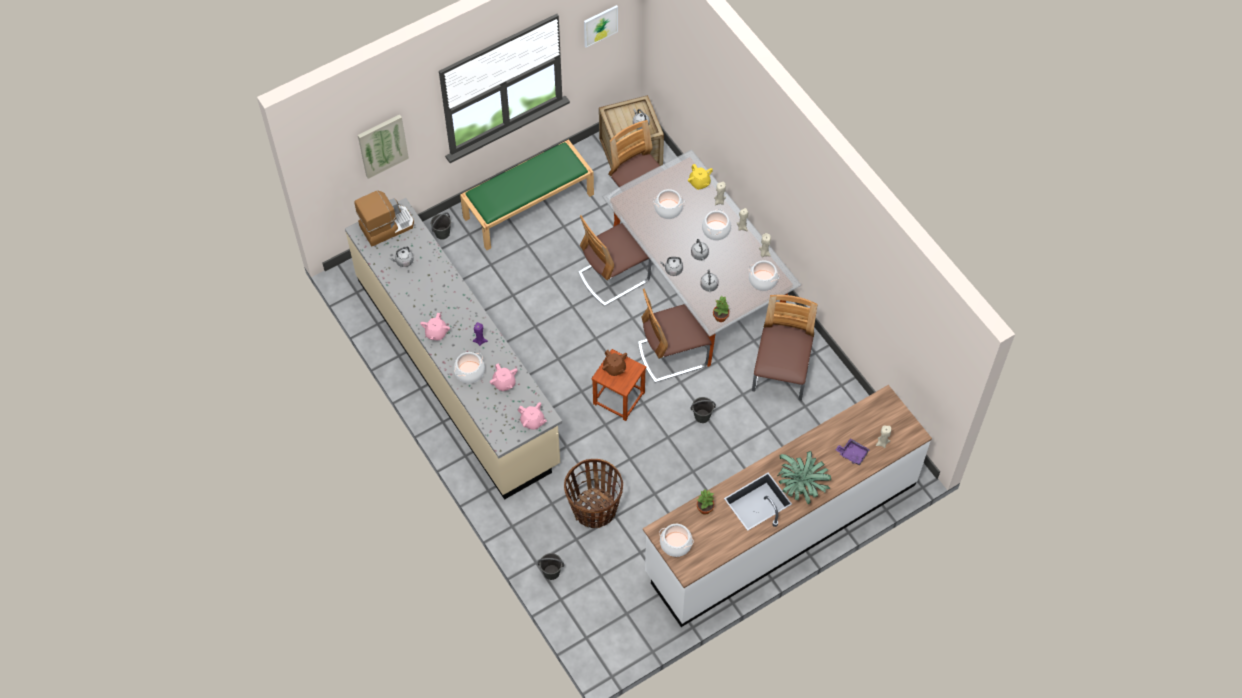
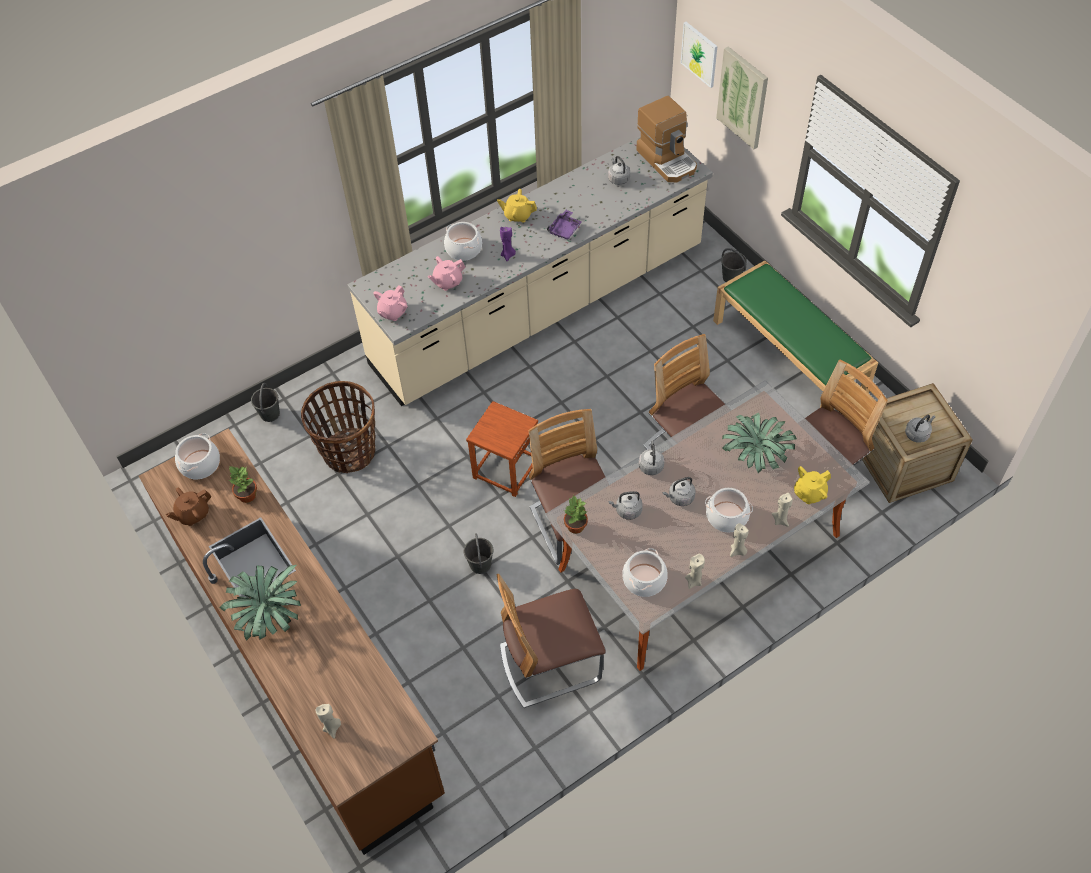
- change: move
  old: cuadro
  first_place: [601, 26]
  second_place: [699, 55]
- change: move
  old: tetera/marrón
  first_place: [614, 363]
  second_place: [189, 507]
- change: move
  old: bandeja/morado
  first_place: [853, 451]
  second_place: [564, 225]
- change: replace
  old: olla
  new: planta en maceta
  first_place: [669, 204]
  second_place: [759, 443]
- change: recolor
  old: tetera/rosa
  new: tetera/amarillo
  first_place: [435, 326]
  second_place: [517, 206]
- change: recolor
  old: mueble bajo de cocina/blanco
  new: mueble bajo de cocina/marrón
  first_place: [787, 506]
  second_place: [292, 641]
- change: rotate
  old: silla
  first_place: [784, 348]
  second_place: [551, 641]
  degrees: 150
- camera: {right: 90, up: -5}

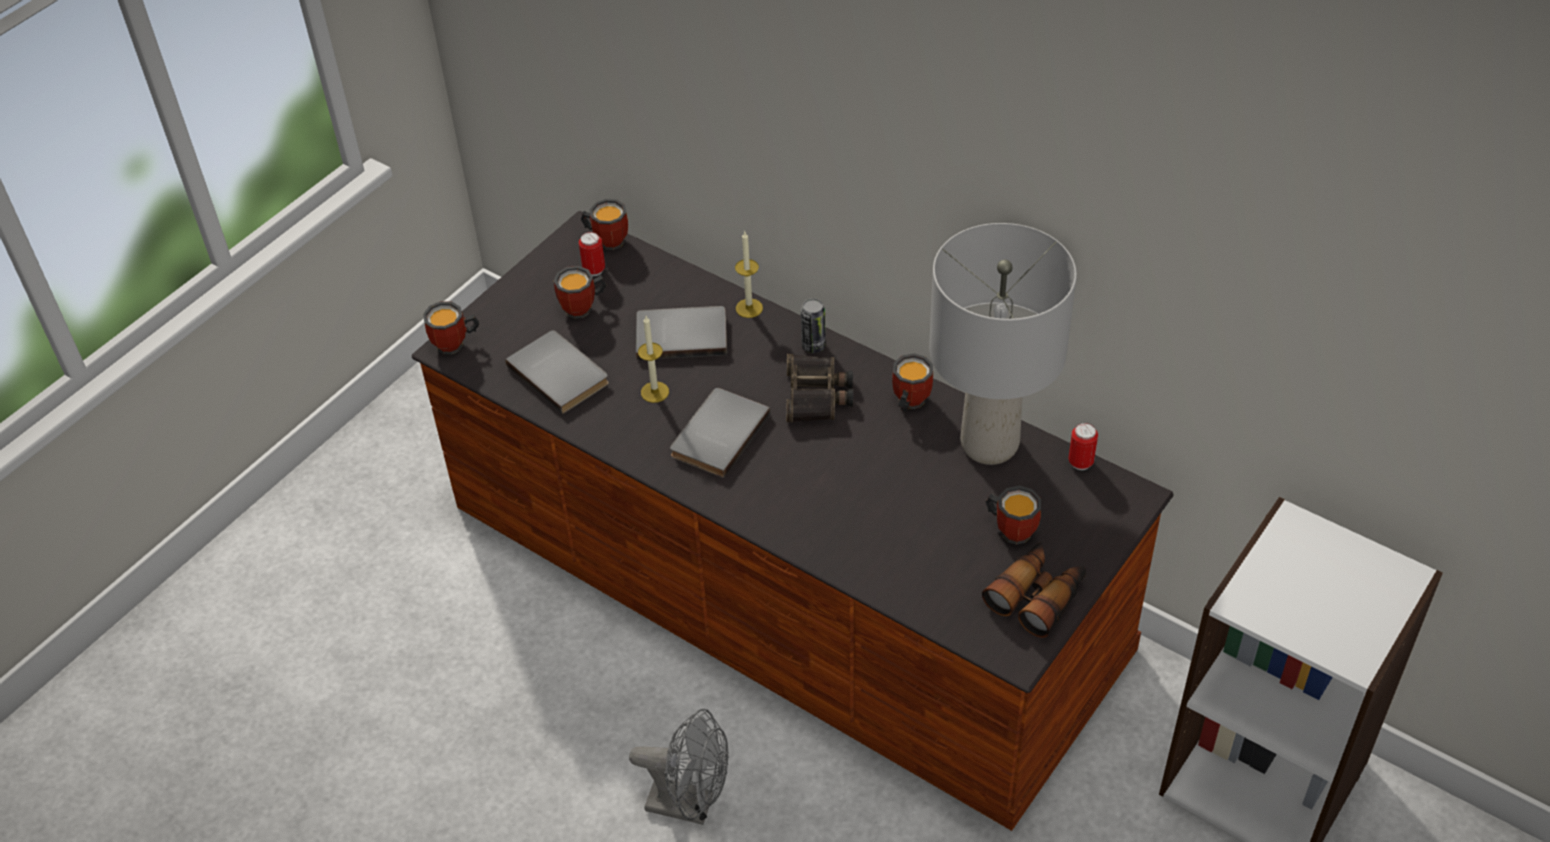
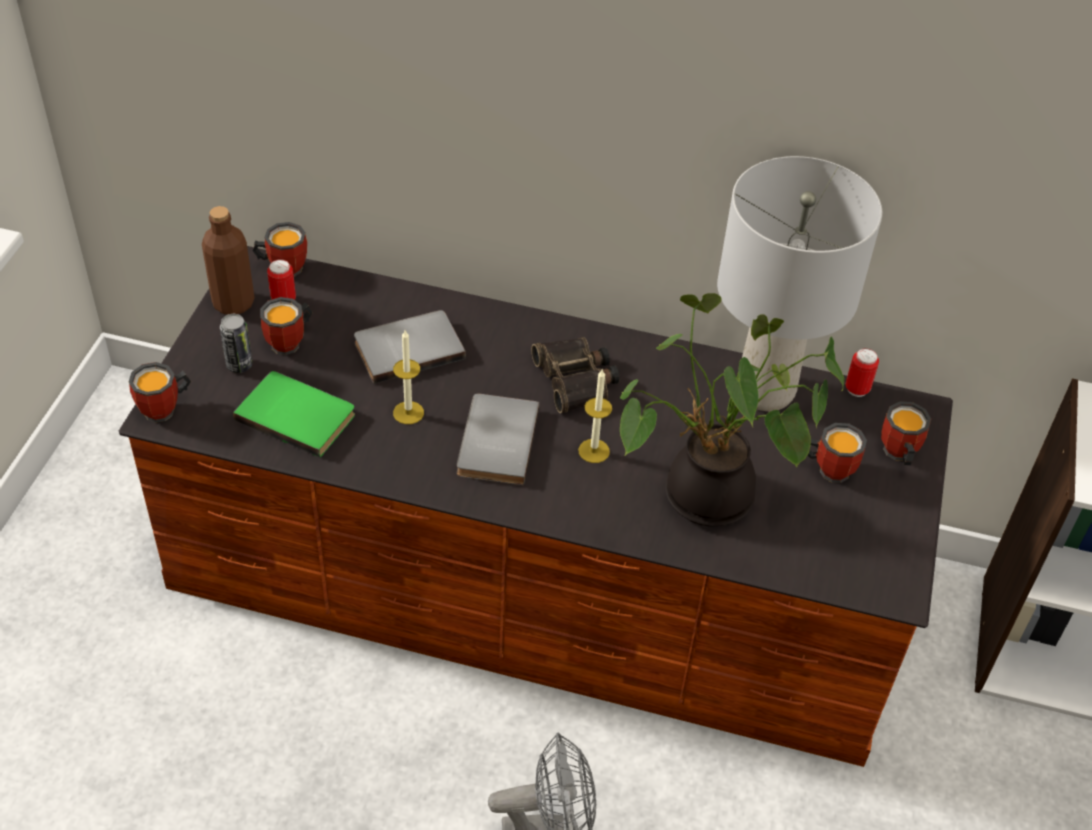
- change: delete
  old: prismáticos
  first_place: [1034, 590]
- change: insert
  new: botella/marrón
  second_place: [228, 260]
- change: insert
  new: planta en maceta
  second_place: [732, 410]
- change: move
  old: vela
  first_place: [749, 275]
  second_place: [595, 416]
- change: move
  old: lata
  first_place: [813, 325]
  second_place: [236, 343]
- change: move
  old: taza grande
  first_place: [912, 382]
  second_place: [906, 433]
- change: recolor
  old: libro/gris
  new: libro/verde
  first_place: [557, 372]
  second_place: [294, 414]
- camera: {right: -25, up: 0}

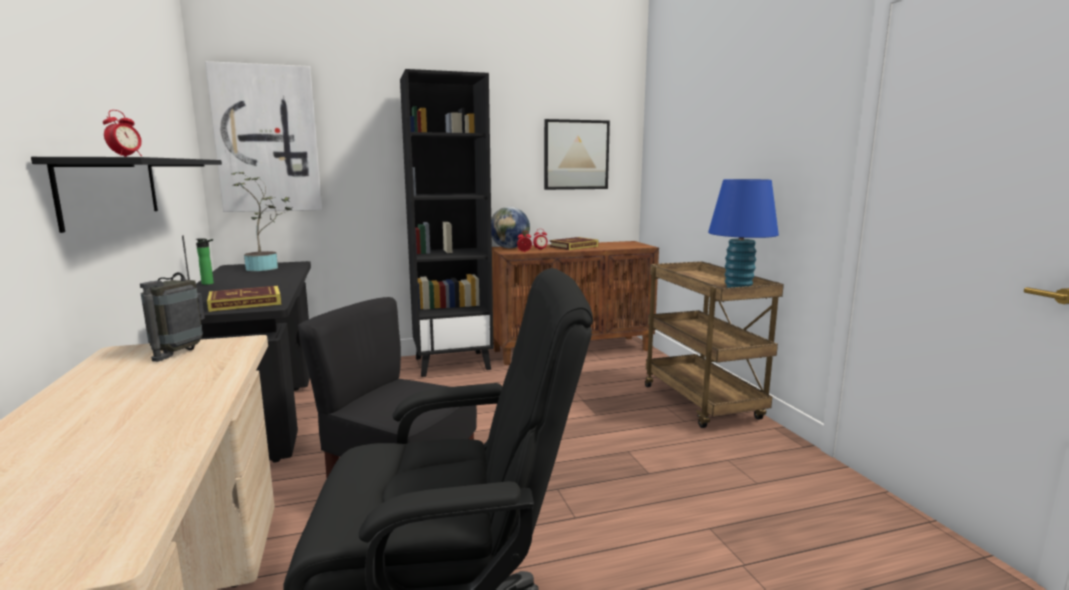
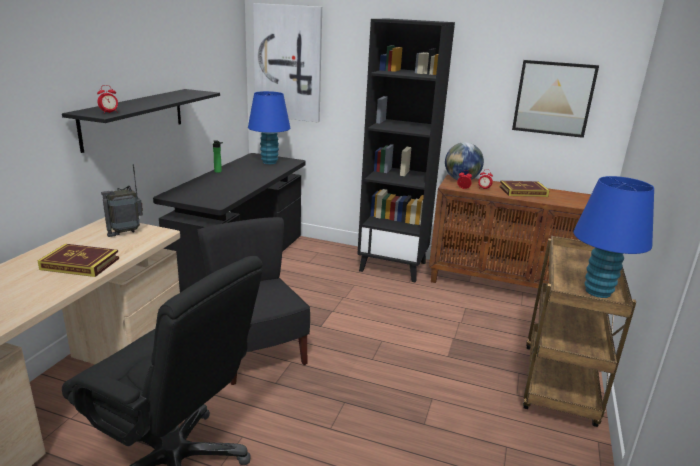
- change: move
  old: libro
  first_place: [244, 299]
  second_place: [78, 260]
- change: replace
  old: planta en maceta
  new: lámpara de mesa/azul
  first_place: [262, 221]
  second_place: [269, 127]
- camera: {right: 35, up: 10}

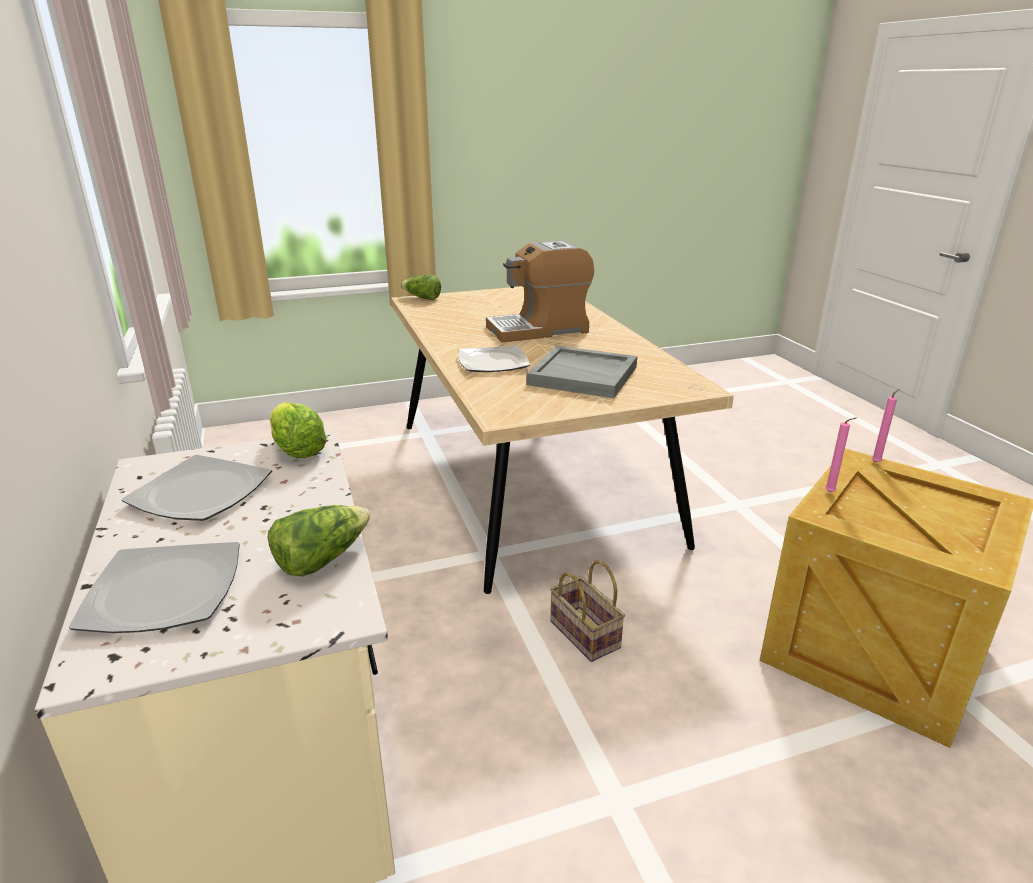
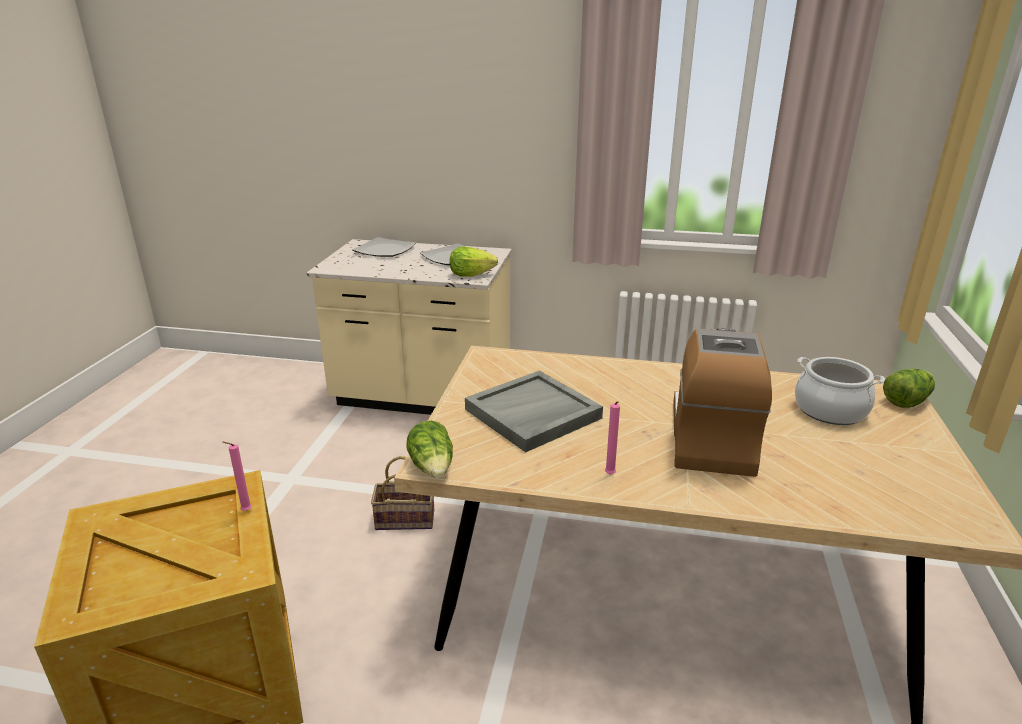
- change: delete
  old: plato
  first_place: [494, 358]
- change: insert
  new: olla
  second_place: [840, 391]
- change: move
  old: lechuga
  first_place: [319, 540]
  second_place: [429, 449]
- change: move
  old: vela/rosa
  first_place: [886, 426]
  second_place: [612, 438]
- camera: {right: 120, up: 0}

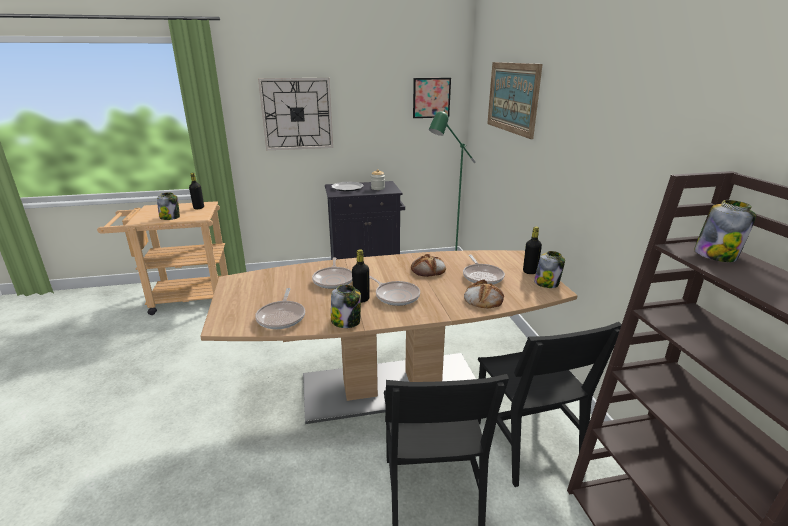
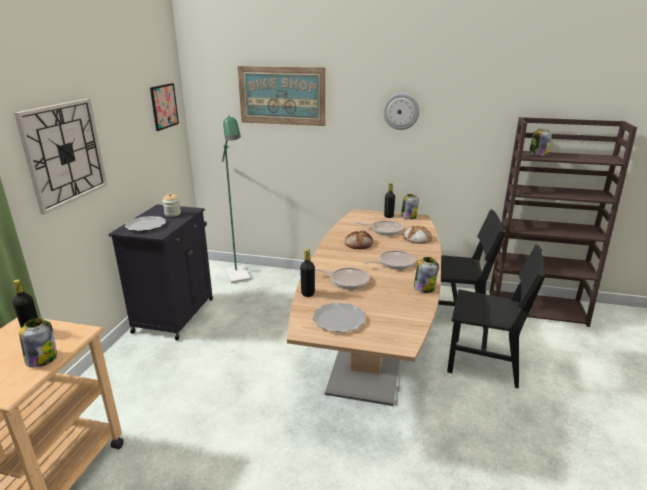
- change: delete
  old: sartén
  first_place: [280, 308]
- change: insert
  new: plato
  second_place: [339, 317]
- change: insert
  new: reloj de pared
  second_place: [401, 111]
- change: move
  old: botella/negro
  first_place: [361, 276]
  second_place: [307, 273]
- camera: {right: -65, up: 0}

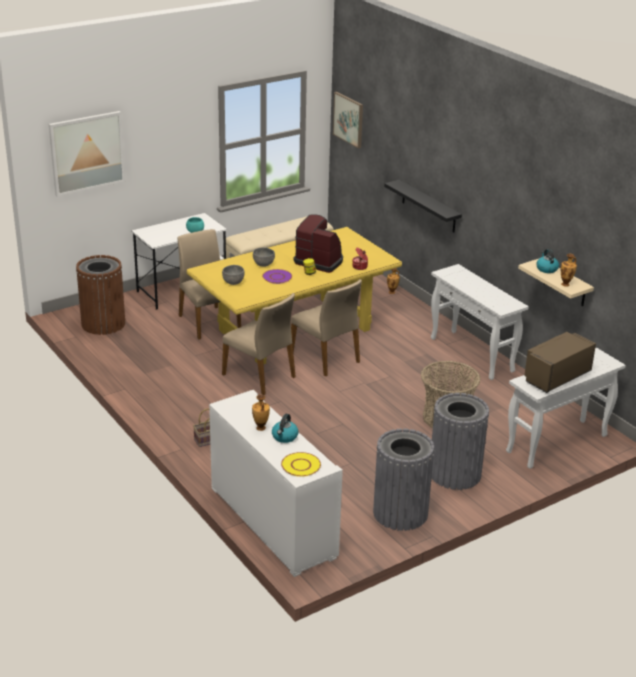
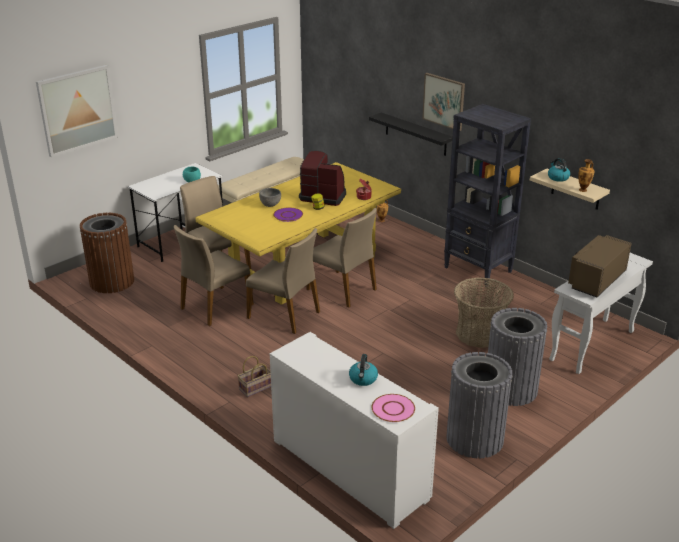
- change: delete
  old: cuenco/gris
  first_place: [233, 275]
- change: delete
  old: florero
  first_place: [261, 413]
- change: insert
  new: silla/beis
  second_place: [214, 275]
- change: move
  old: cuadro
  first_place: [348, 120]
  second_place: [443, 102]
- change: replace
  old: mesa consola/blanco
  new: estantería/negro
  first_place: [480, 322]
  second_place: [487, 195]
- change: recolor
  old: plato/amarillo
  new: plato/rosa
  first_place: [301, 464]
  second_place: [393, 408]
- camera: {right: -10, up: 0}

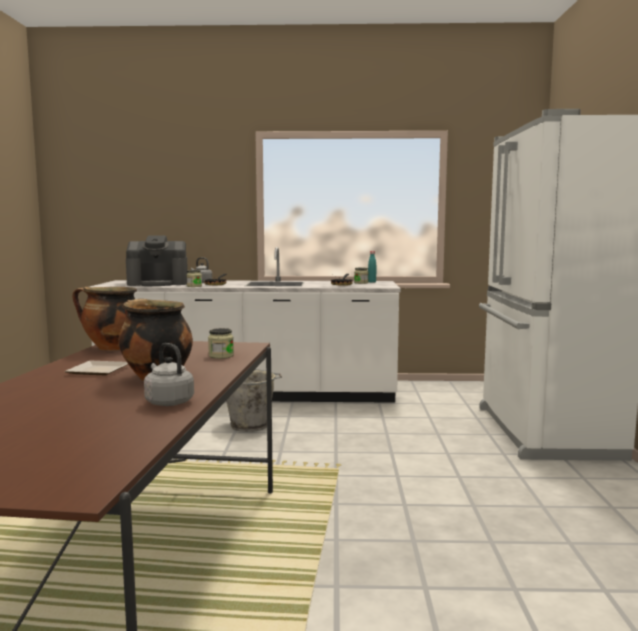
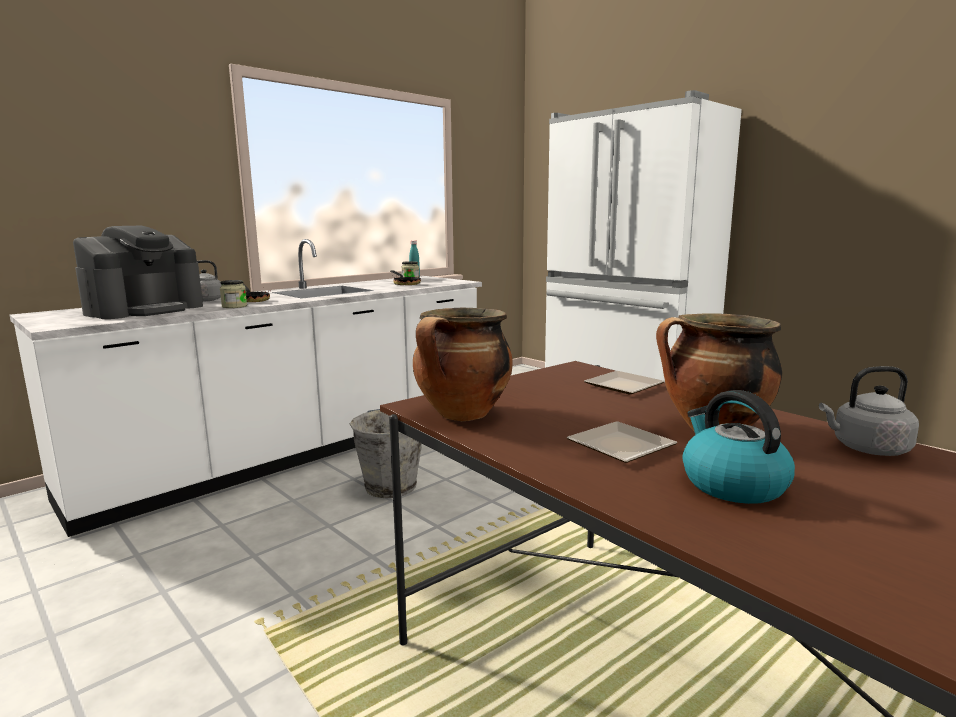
- change: insert
  new: hervidor
  second_place: [739, 447]
- change: replace
  old: tarro
  new: plato
  first_place: [221, 343]
  second_place: [624, 383]
- camera: {right: -45, up: 5}

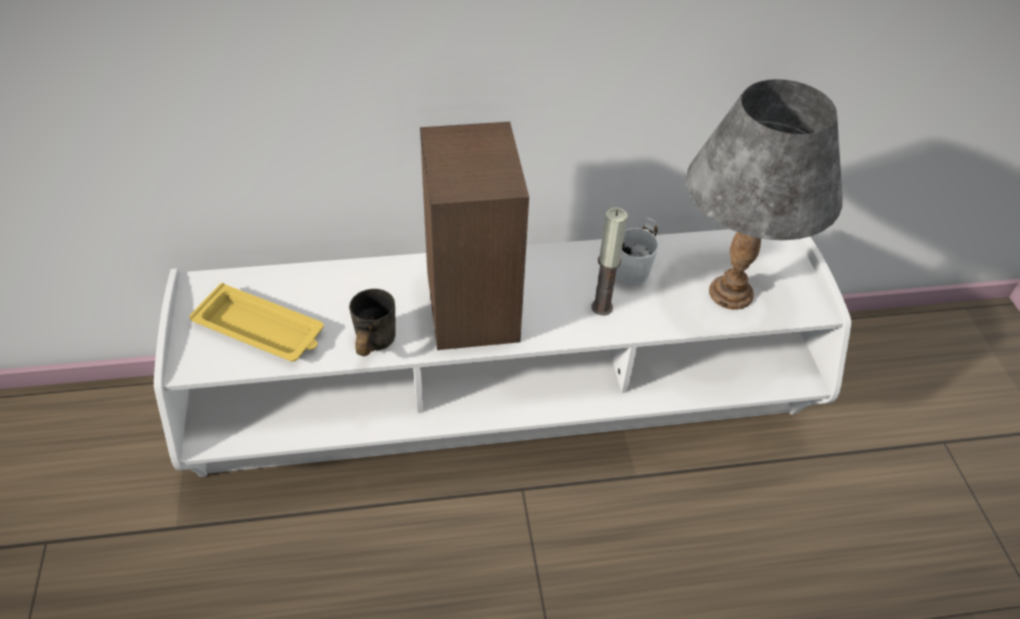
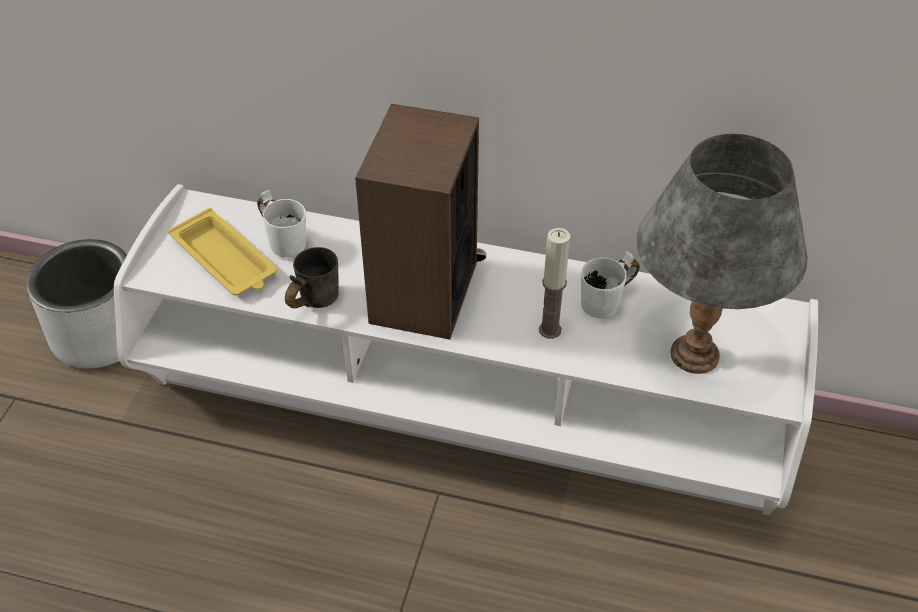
- change: insert
  new: maceta/gris
  second_place: [76, 303]
- change: insert
  new: taza grande/blanco
  second_place: [281, 223]
- camera: {right: 25, up: 0}

